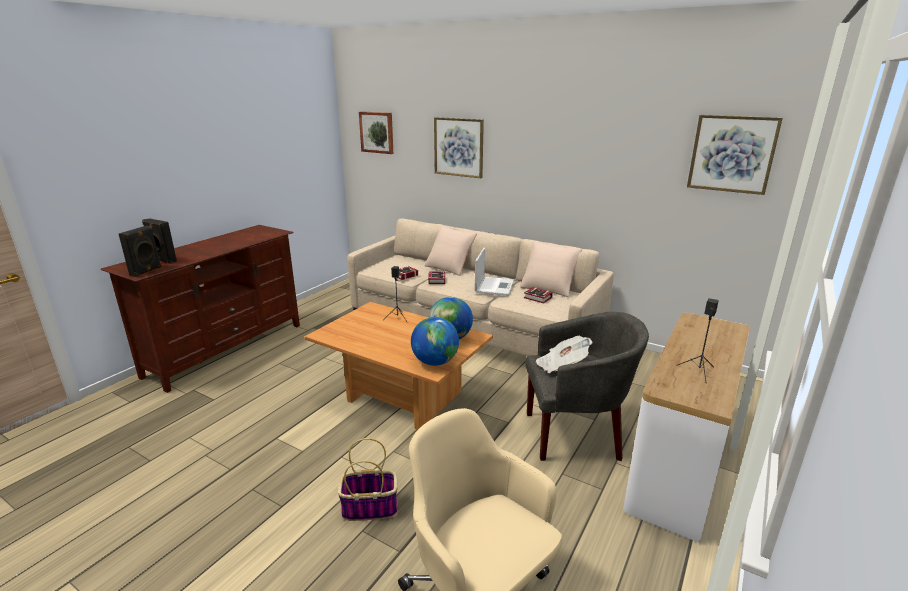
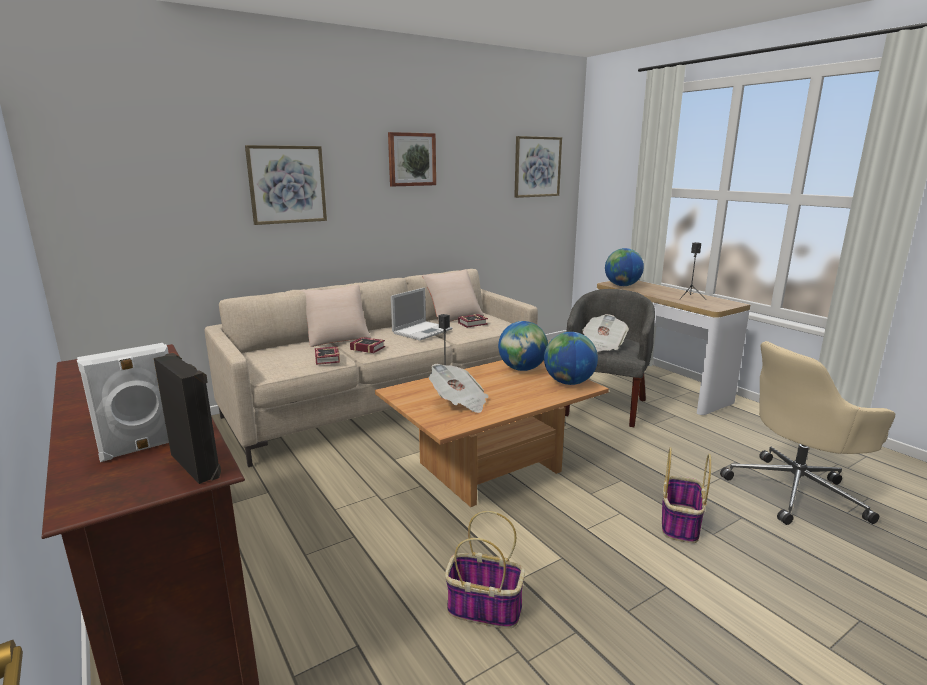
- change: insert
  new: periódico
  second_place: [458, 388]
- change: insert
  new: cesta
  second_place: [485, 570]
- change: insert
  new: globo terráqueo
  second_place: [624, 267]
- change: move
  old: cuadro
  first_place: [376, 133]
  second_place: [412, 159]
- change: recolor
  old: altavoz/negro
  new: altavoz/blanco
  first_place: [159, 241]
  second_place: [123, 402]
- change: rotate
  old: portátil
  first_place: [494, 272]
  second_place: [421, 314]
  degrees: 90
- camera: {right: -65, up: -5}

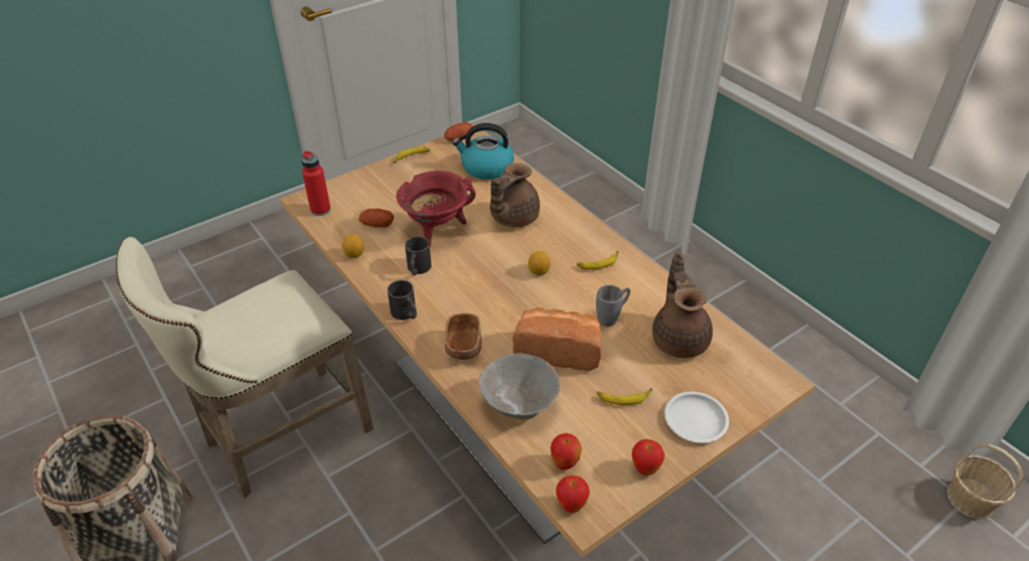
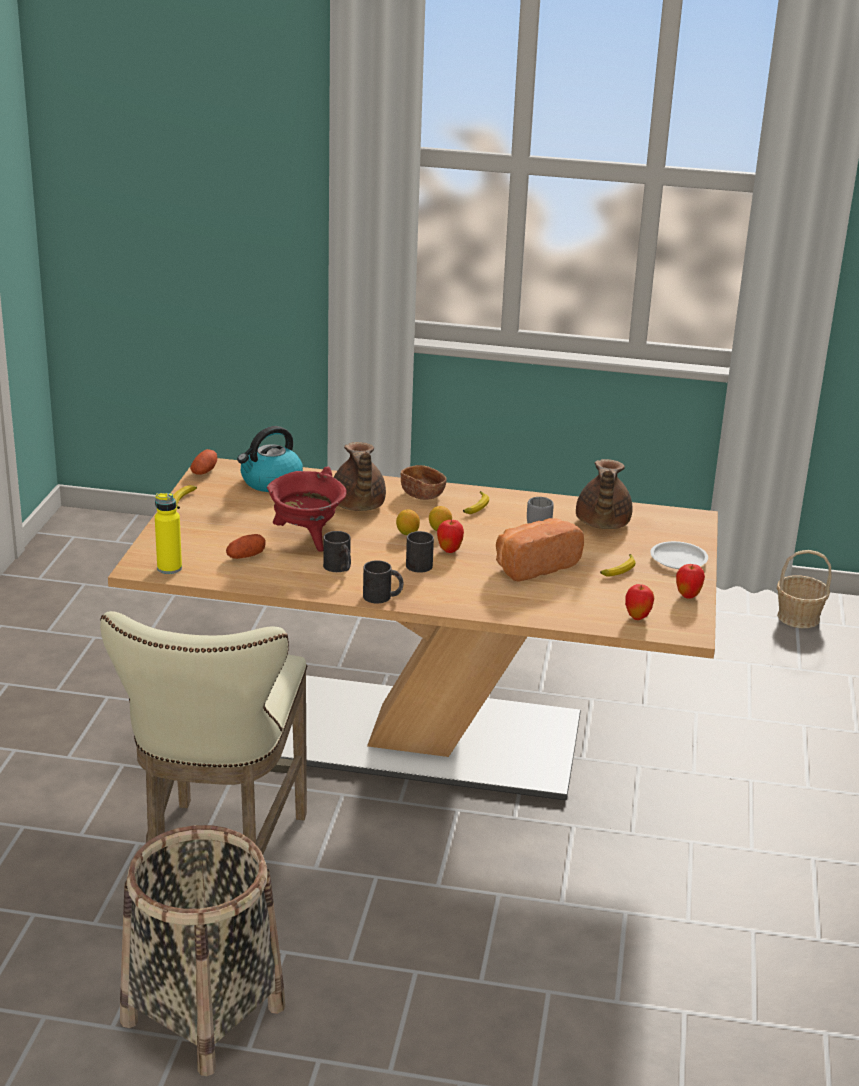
- change: delete
  old: cuenco/gris
  first_place: [519, 386]
- change: insert
  new: taza grande/negro
  second_place: [420, 552]
- change: move
  old: limón
  first_place: [353, 246]
  second_place: [408, 522]
- change: move
  old: cuenco/marrón
  first_place: [463, 336]
  second_place: [424, 482]
- change: move
  old: manzana
  first_place: [573, 494]
  second_place: [450, 536]
- change: recolor
  old: botella/rojo
  new: botella/amarillo
  first_place: [316, 183]
  second_place: [168, 533]
- change: rotate
  old: tetera/marrón
  first_place: [682, 305]
  second_place: [604, 494]
  degrees: -120
- camera: {right: -45, up: -15}

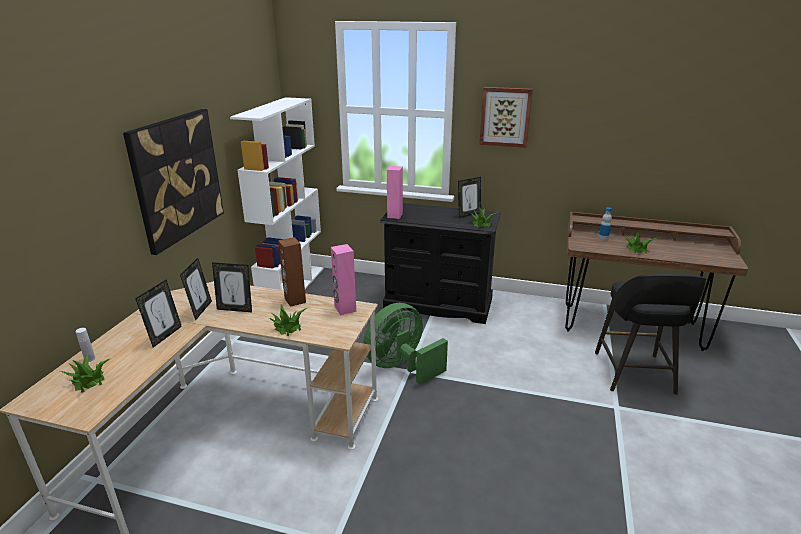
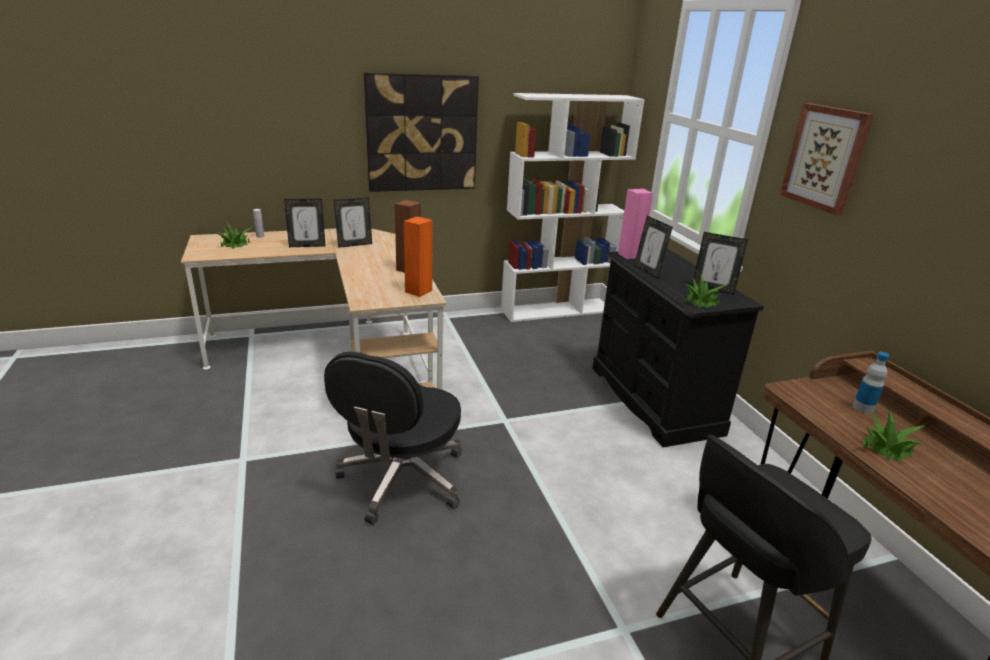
- change: delete
  old: planta en maceta
  first_place: [288, 320]
- change: delete
  old: ventilador/verde
  first_place: [405, 344]
- change: insert
  new: silla de oficina/negro
  second_place: [393, 438]
- change: move
  old: portarretratos
  first_place: [232, 287]
  second_place: [653, 247]
- change: recolor
  old: altavoz/rosa
  new: altavoz/naranja
  first_place: [343, 279]
  second_place: [418, 256]
- camera: {right: 55, up: 0}

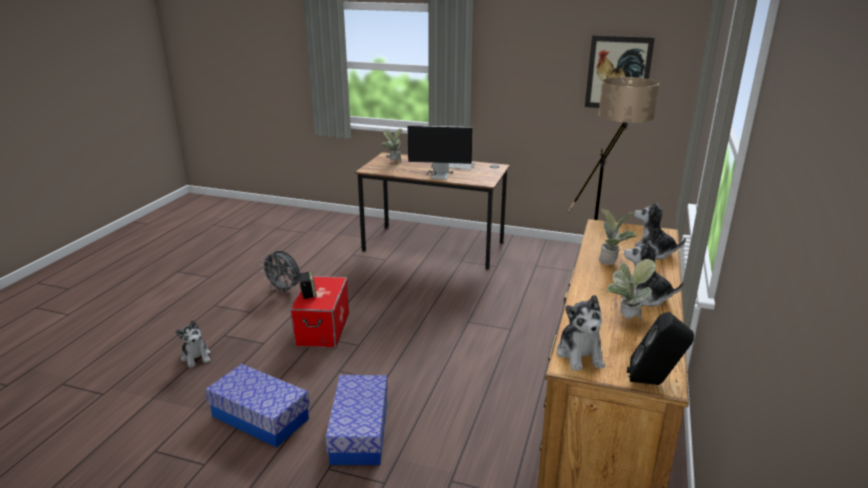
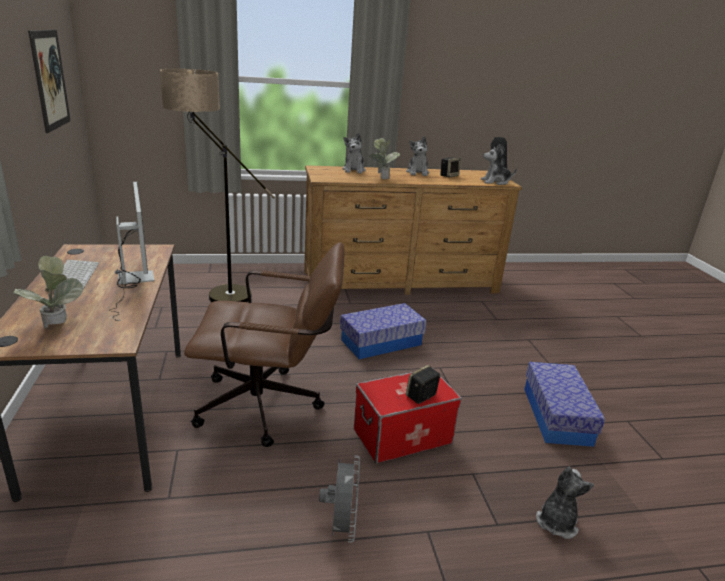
- change: insert
  new: silla de oficina/marrón
  second_place: [264, 344]
- change: move
  old: caja de almacenaje
  first_place: [356, 420]
  second_place: [383, 331]
- change: replace
  old: planta en maceta
  new: altavoz
  first_place: [631, 290]
  second_place: [450, 167]
- change: rotate
  old: peluche
  first_place: [581, 333]
  second_place: [499, 164]
  degrees: -150
- camera: {right: -120, up: 0}

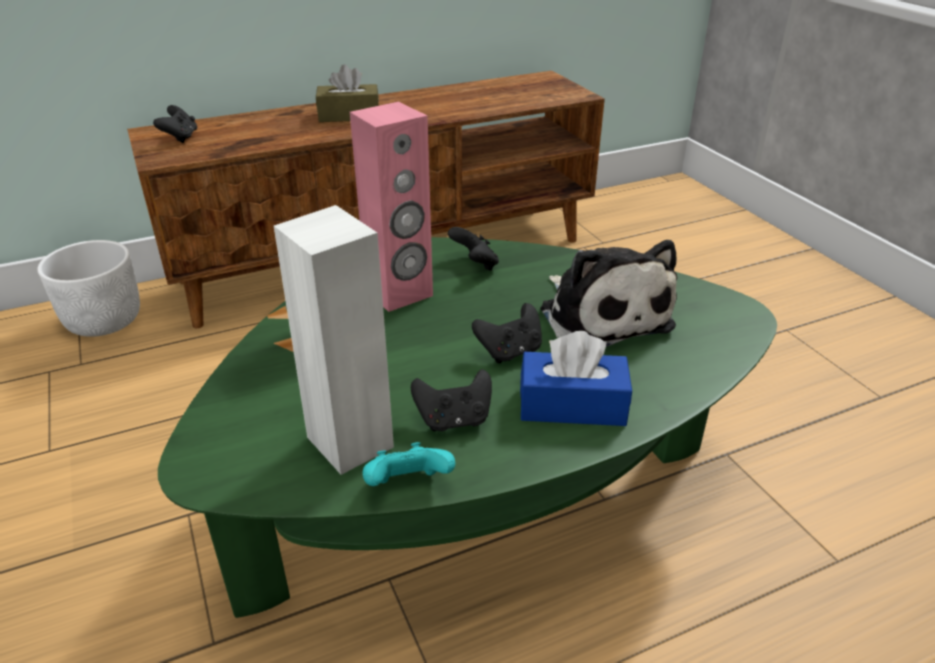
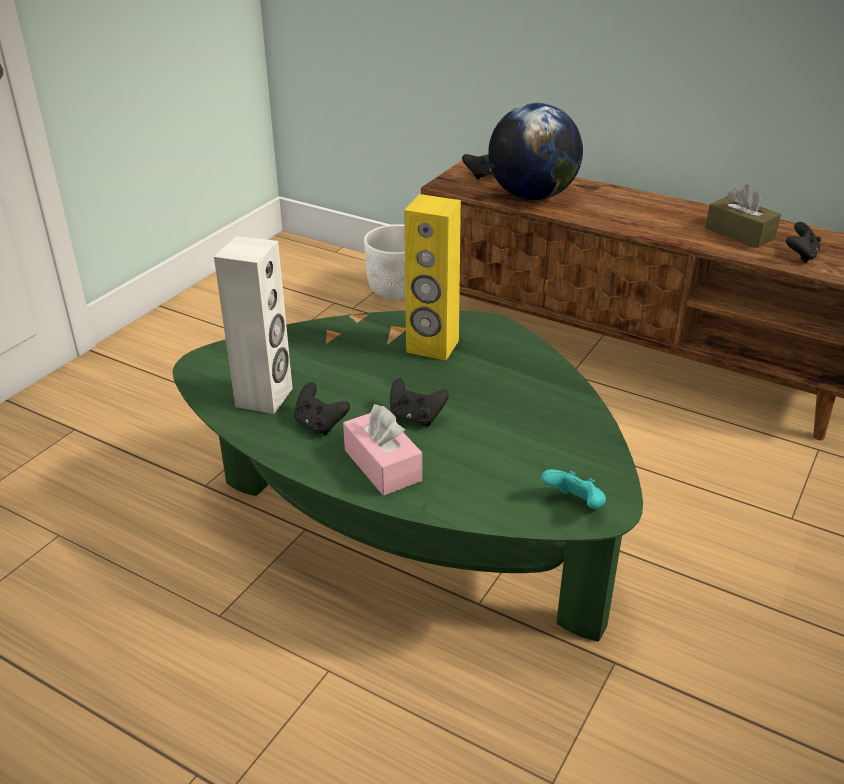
- change: delete
  old: peluche
  first_place: [608, 293]
- change: insert
  new: globo terráqueo
  second_place: [535, 151]
- change: move
  old: caja de pañuelos/marrón
  first_place: [347, 93]
  second_place: [743, 216]
- change: move
  old: mando de consola/turquesa
  first_place: [408, 464]
  second_place: [573, 489]
- change: move
  old: mando de consola/negro
  first_place: [473, 249]
  second_place: [803, 242]
- change: recolor
  old: altavoz/rosa
  new: altavoz/amarillo
  first_place: [391, 207]
  second_place: [432, 277]
- change: recolor
  old: caja de pañuelos/azul
  new: caja de pañuelos/rosa
  first_place: [576, 378]
  second_place: [382, 450]
- camera: {right: 55, up: 0}

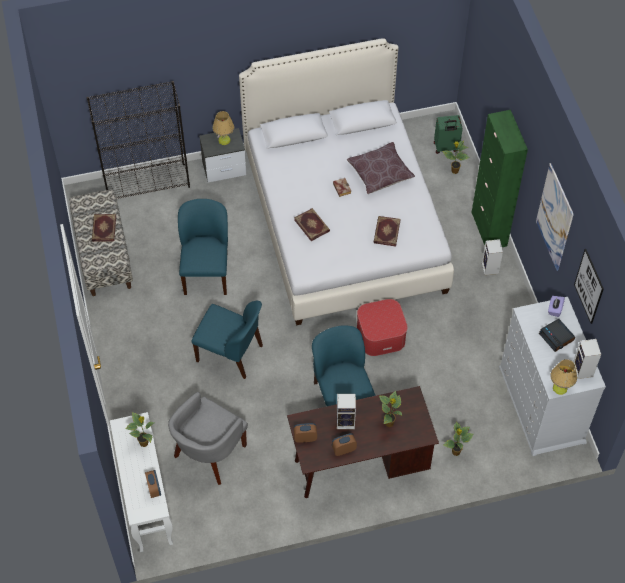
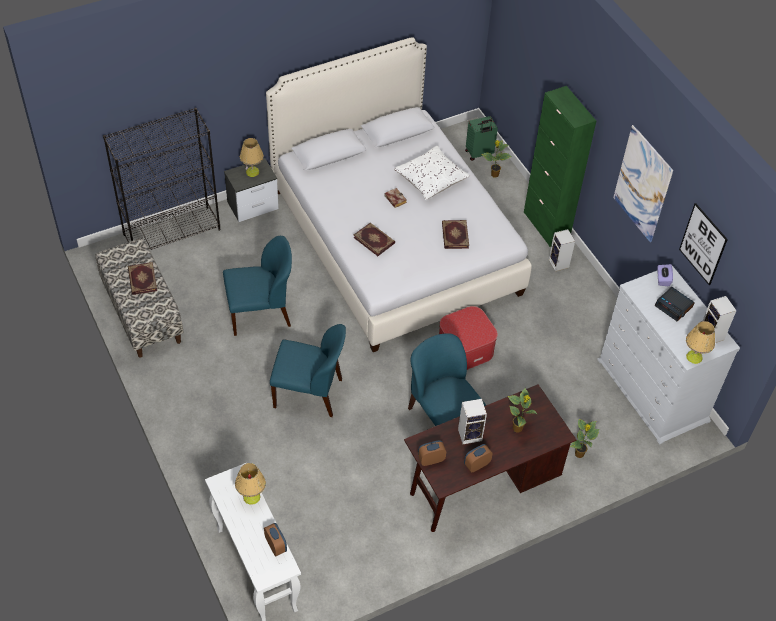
- change: delete
  old: sillón/gris
  first_place: [208, 438]
- change: replace
  old: planta en maceta
  new: lámpara de mesa
  first_place: [139, 429]
  second_place: [250, 484]
- change: recolor
  old: cojín/marrón
  new: cojín/blanco
  first_place: [381, 168]
  second_place: [432, 173]
- change: rotate
  old: silla/azul
  first_place: [203, 247]
  second_place: [257, 286]
  degrees: 90
- camera: {right: -15, up: -5}

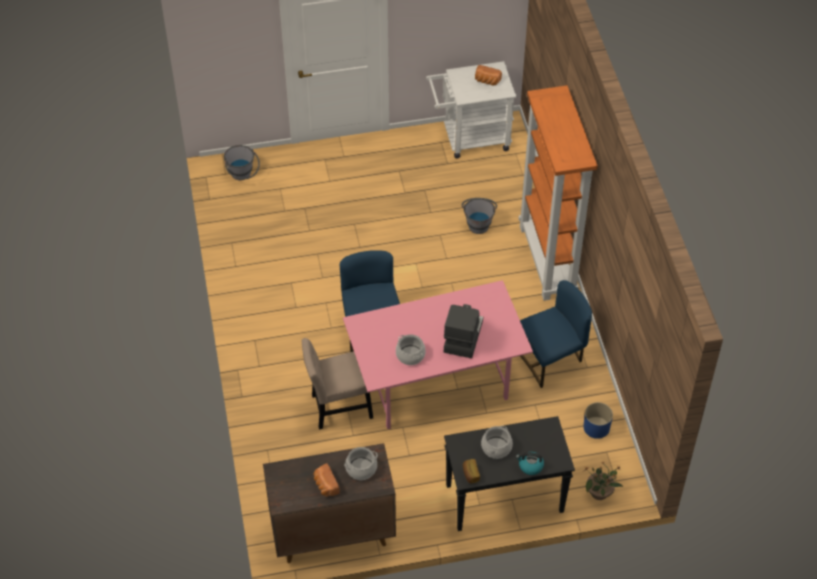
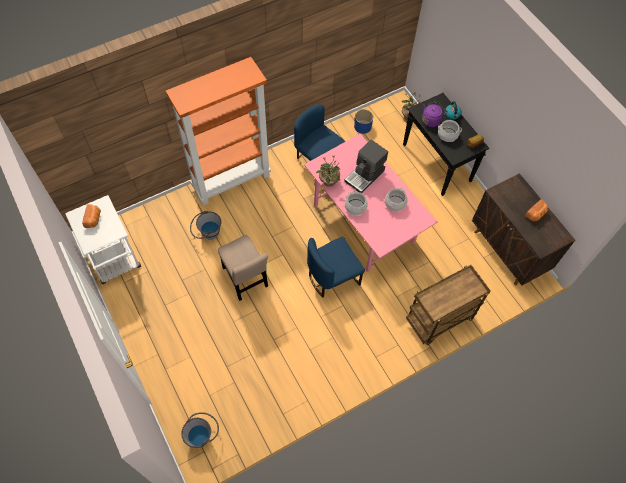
- change: insert
  new: planta en maceta
  second_place: [328, 171]
- change: insert
  new: carrito/marrón
  second_place: [448, 305]
- change: insert
  new: hervidor/morado
  second_place: [435, 114]
- change: move
  old: silla/beis
  first_place: [337, 383]
  second_place: [243, 268]
- change: move
  old: olla
  first_place: [361, 463]
  second_place: [356, 203]
- change: rotate
  old: cafetera
  first_place: [463, 331]
  second_place: [366, 166]
  degrees: -45
- camera: {right: -110, up: 10}

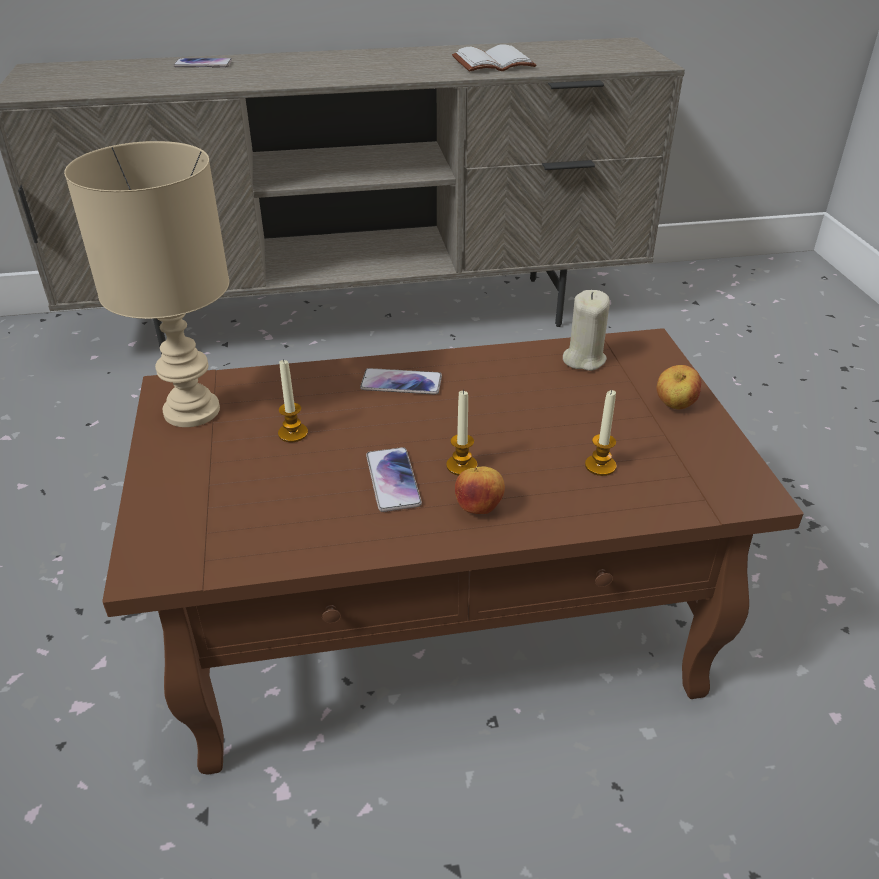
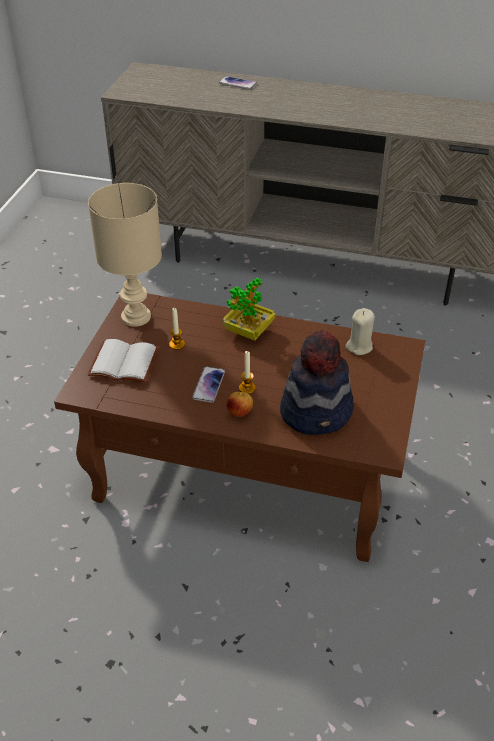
- change: delete
  old: manzana
  first_place: [679, 387]
- change: move
  old: libro/blanco
  first_place: [494, 58]
  second_place: [123, 361]
- change: replace
  old: móvil
  new: planta en maceta
  first_place: [401, 381]
  second_place: [248, 309]
- change: replace
  old: vela
  new: sombrero
  first_place: [600, 433]
  second_place: [317, 382]
- camera: {right: 25, up: 5}

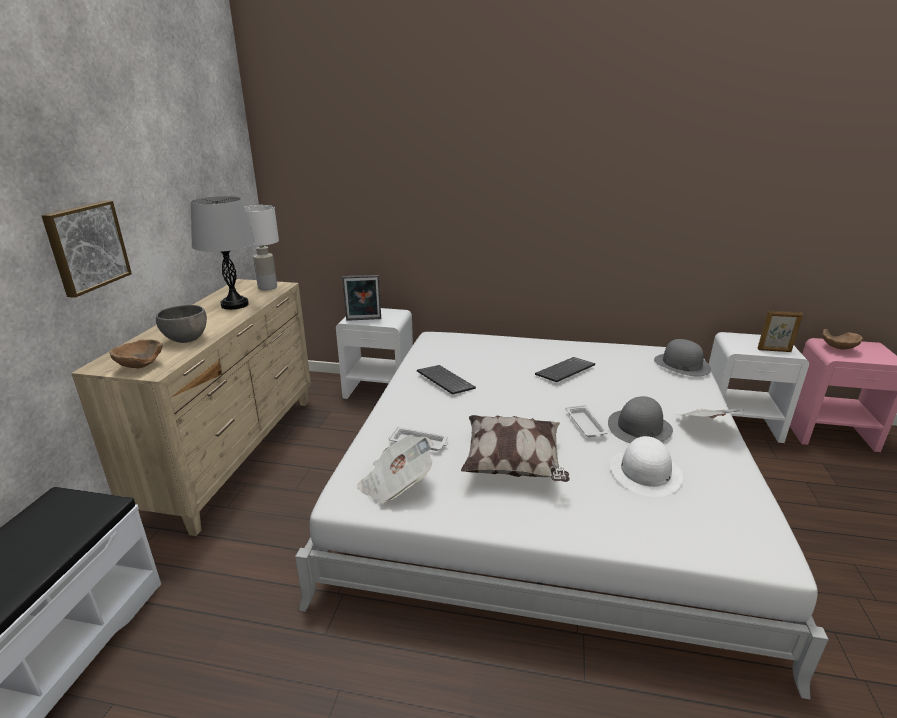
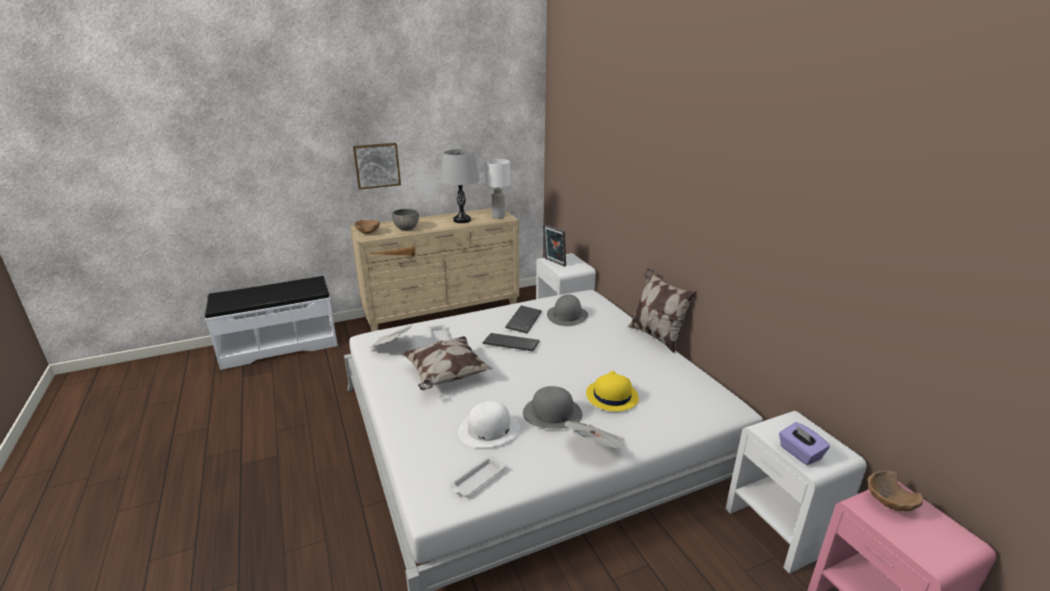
- change: insert
  new: sombrero/amarillo
  second_place: [612, 391]
- change: insert
  new: cojín
  second_place: [662, 310]
- change: move
  old: teclado
  first_place: [565, 369]
  second_place: [511, 342]
- change: move
  old: bandeja/blanco
  first_place: [587, 421]
  second_place: [478, 476]
- change: move
  old: sombrero/gris
  first_place: [682, 358]
  second_place: [567, 310]
- change: replace
  old: portarretratos
  new: caja de pañuelos/morado
  first_place: [780, 331]
  second_place: [804, 443]
- camera: {right: 55, up: 0}

